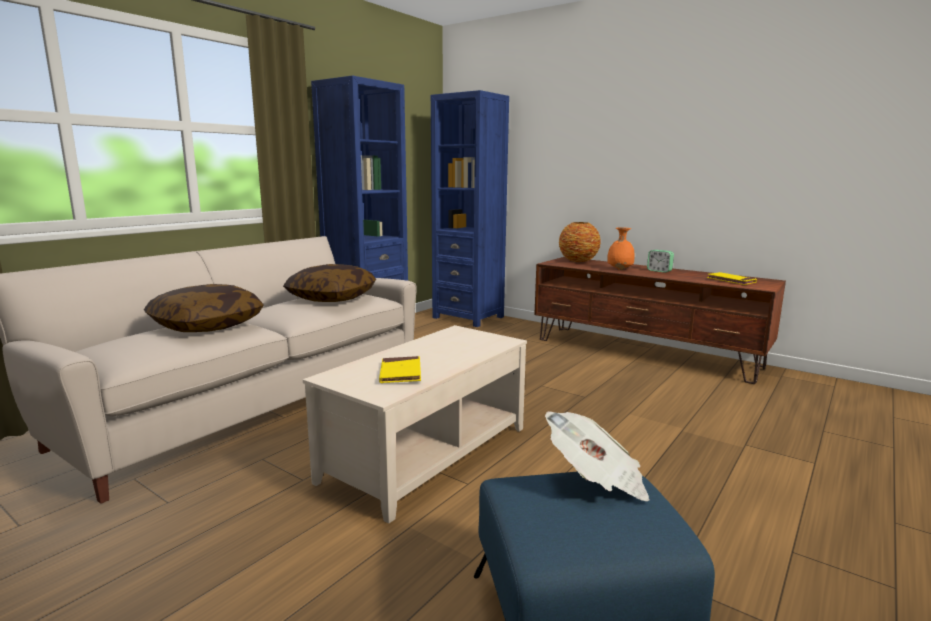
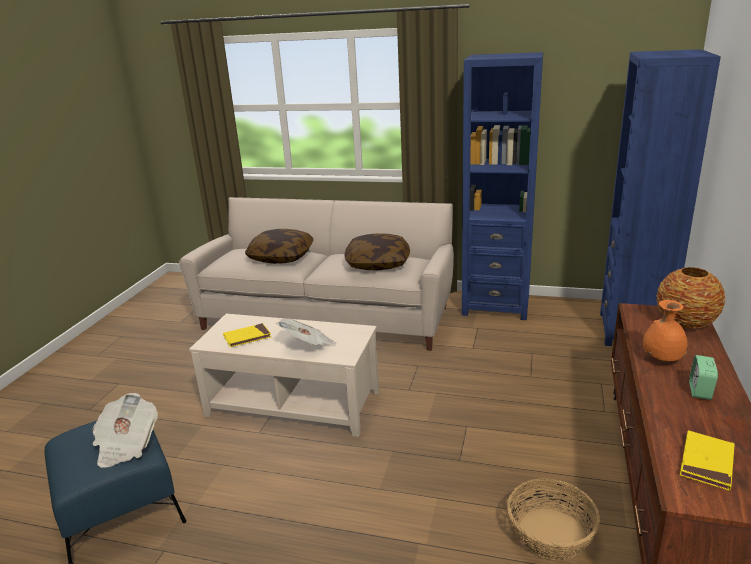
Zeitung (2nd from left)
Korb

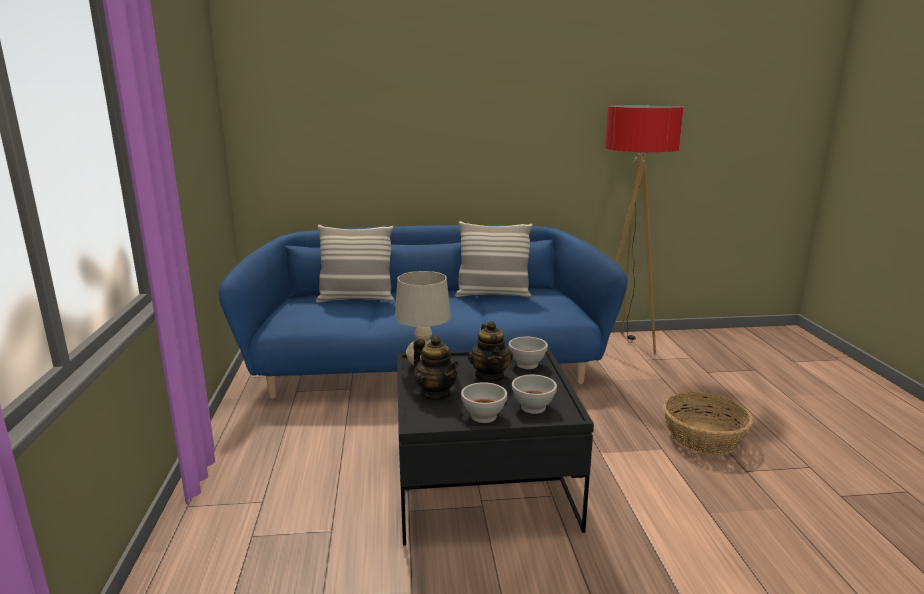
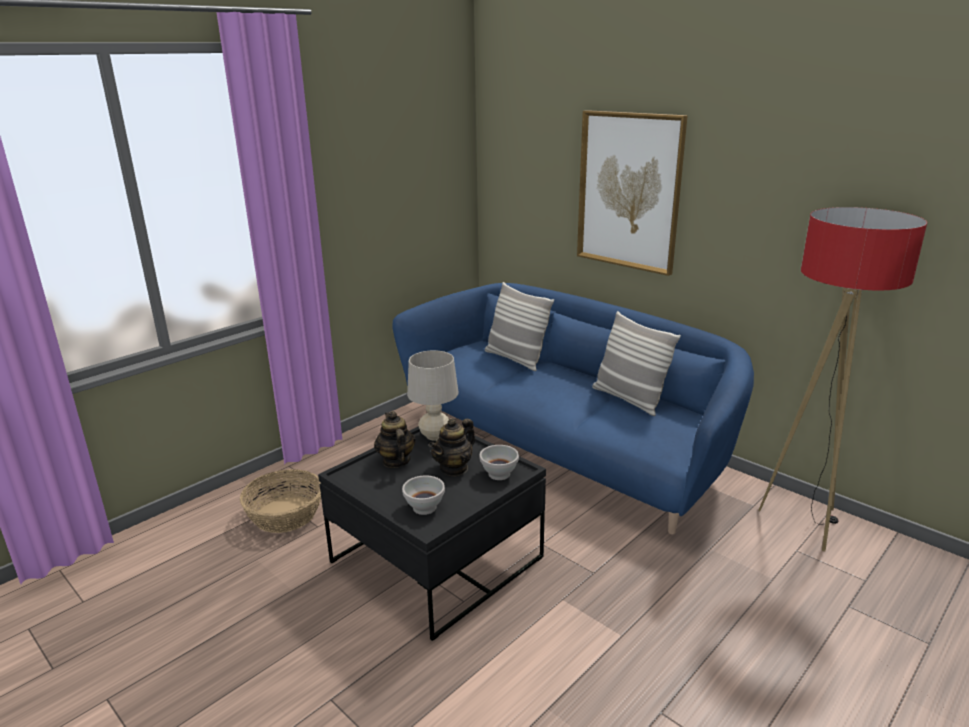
Teekanne (1st from left)
Schüssel (weiß) (1st from left in the first image)
Korb
Bild

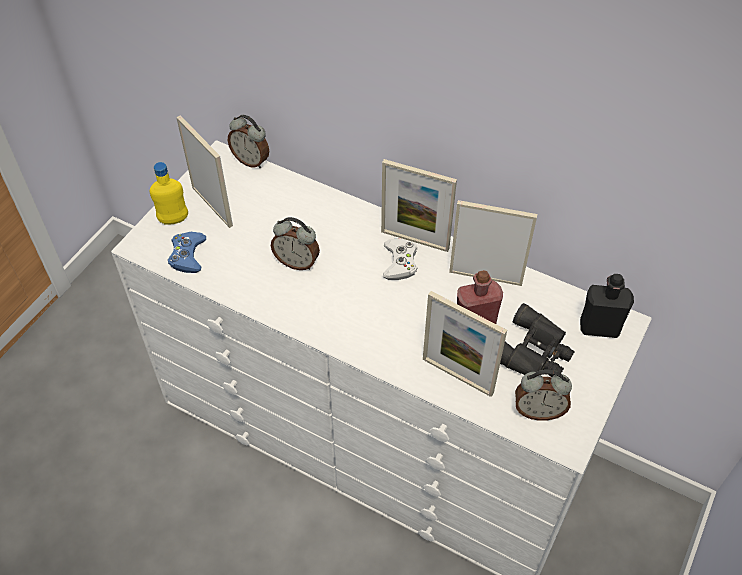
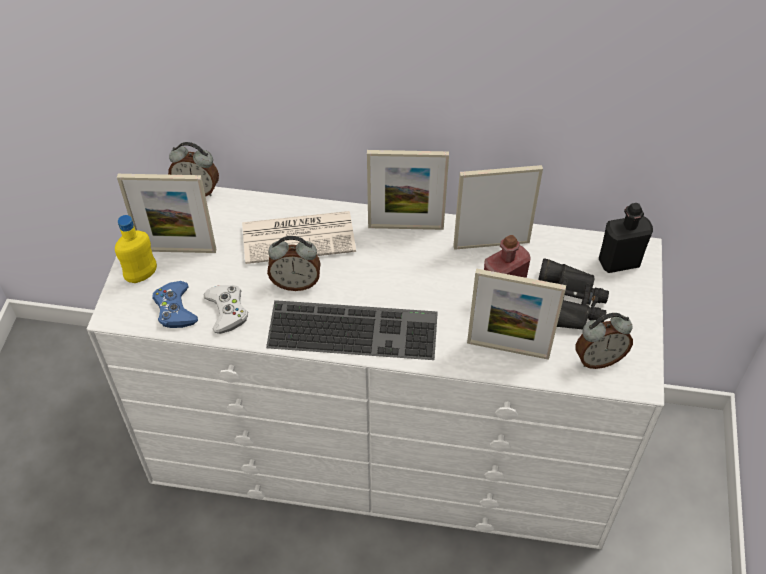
Bilderrahmen (1st from left)
Gamepad (weiß)
Zeitung
Tastatur

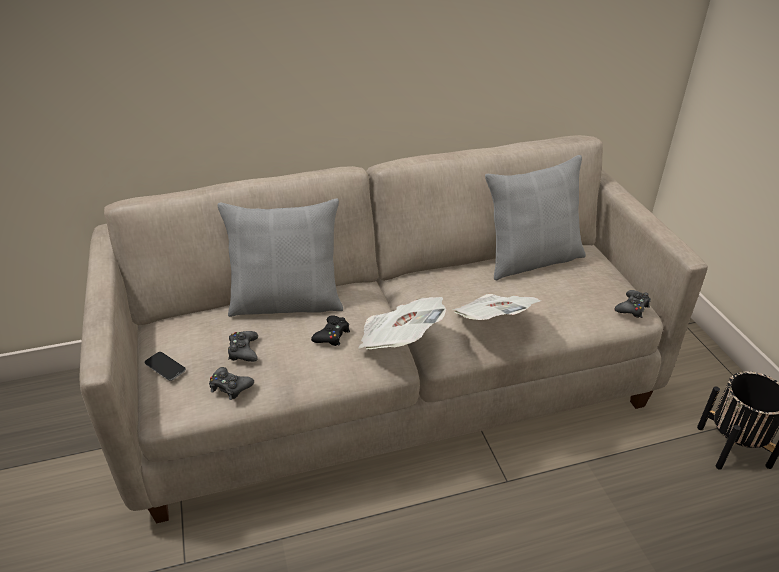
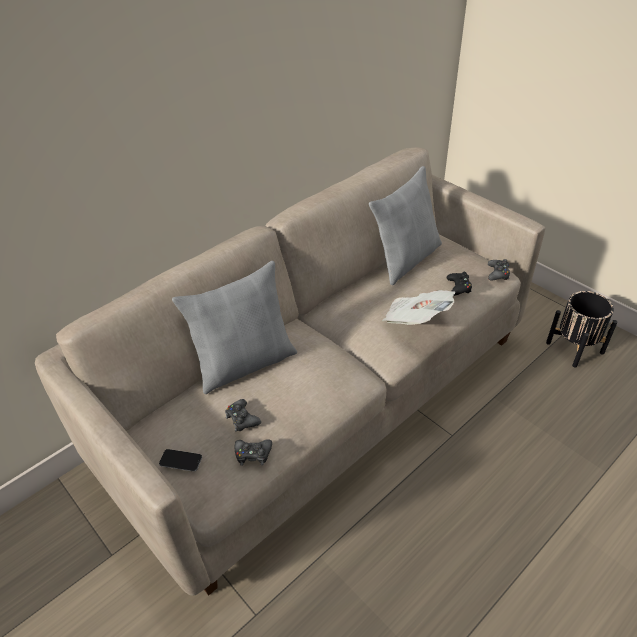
Gamepad (schwarz) (3rd from left)
Zeitung (1st from left in the first image)

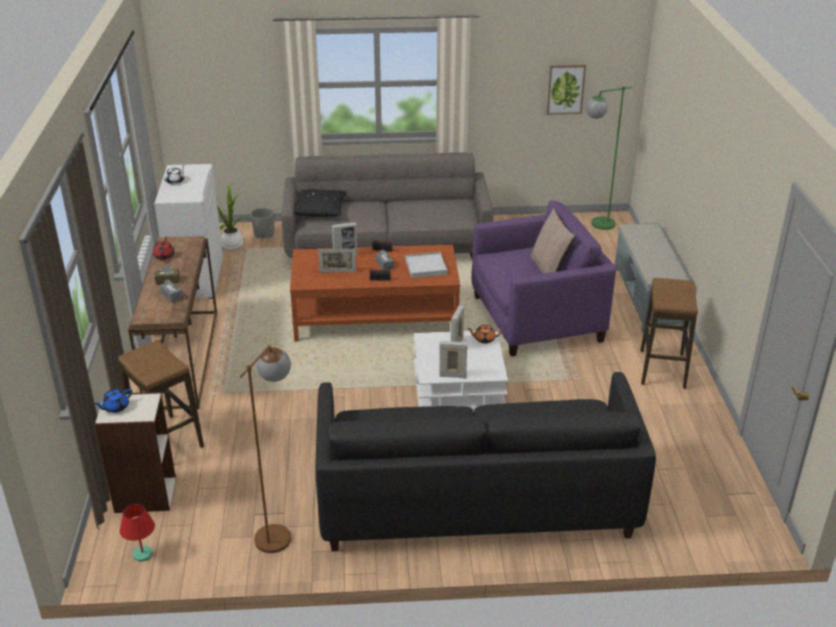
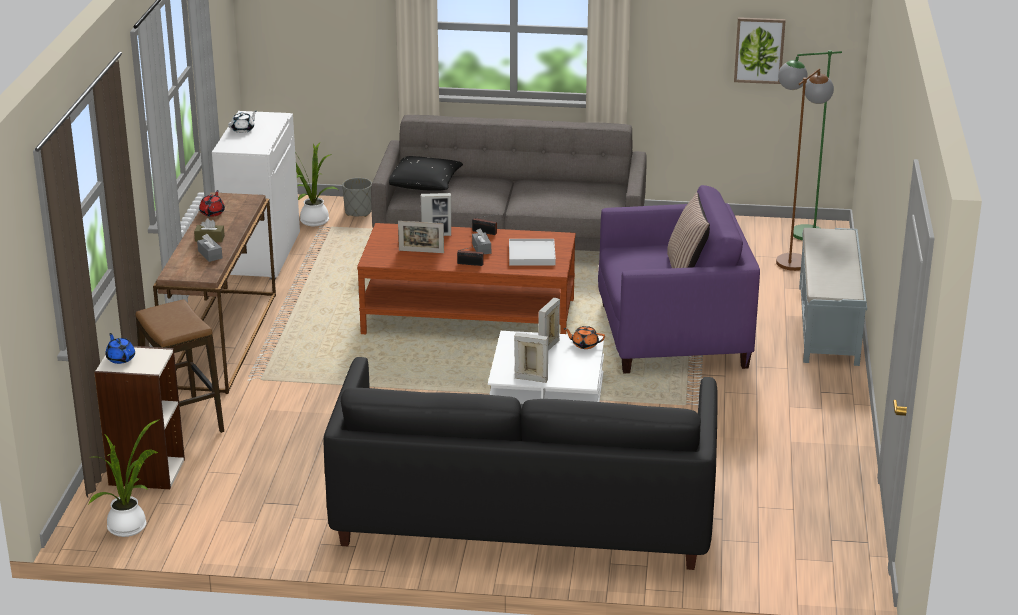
Teekanne (blau)
Topfpflanze (1st from left)
Stehlampe (braun)
Hocker (2nd from left in the first image)

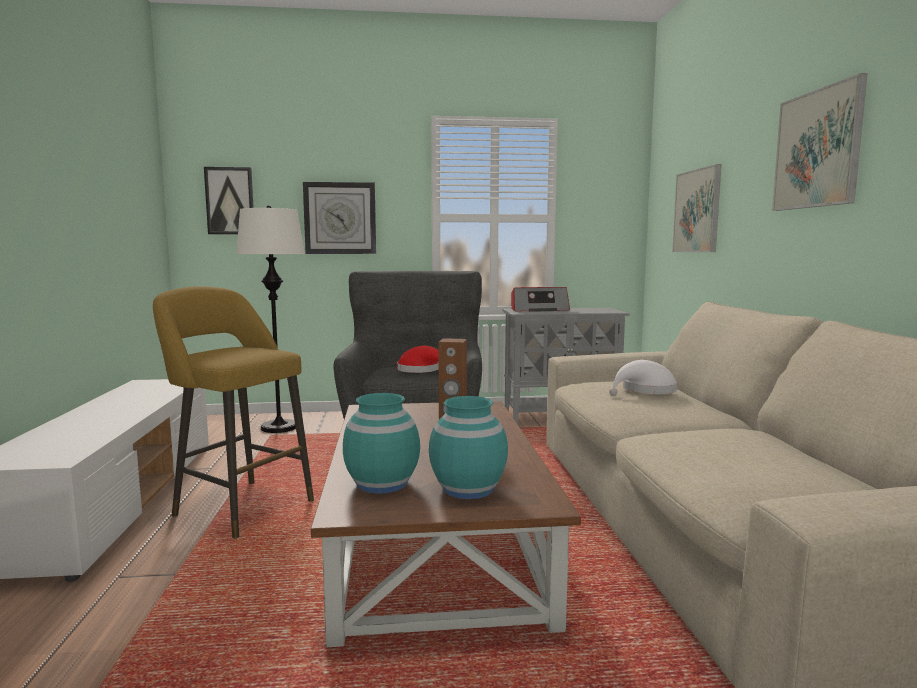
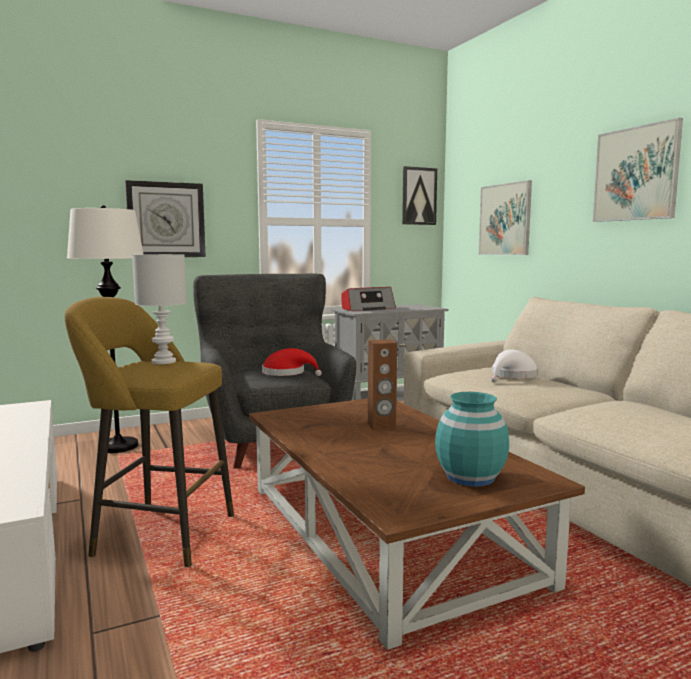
Bild (1st from left)
Vase (türkis) (1st from left in the first image)
Tischlampe (weiß)

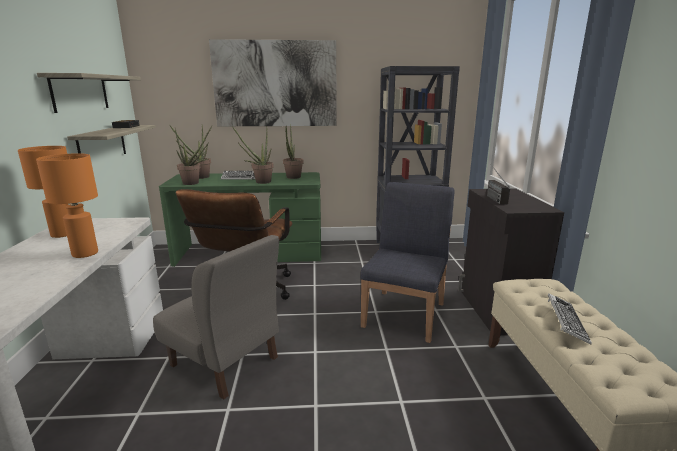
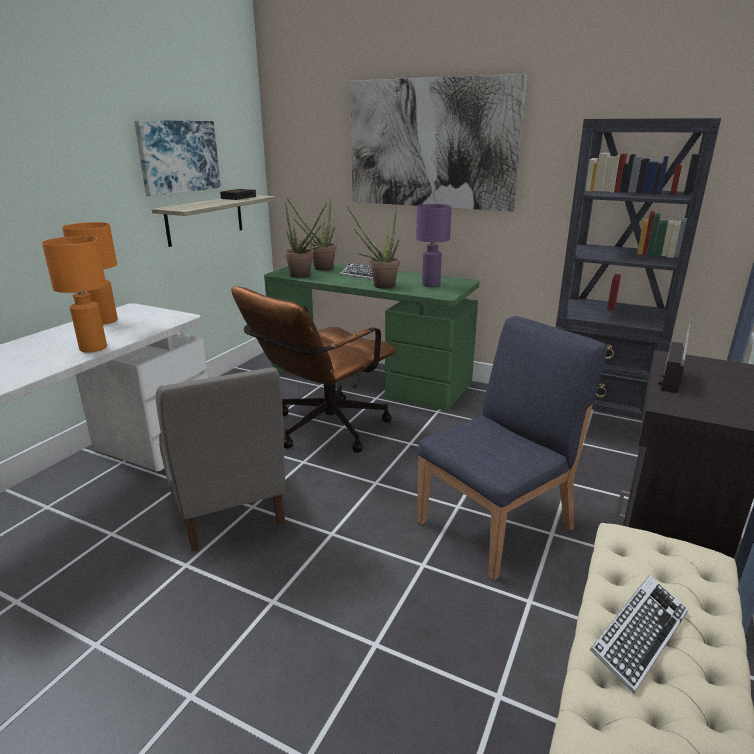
Bild (1st from left)
Tischlampe (lila)

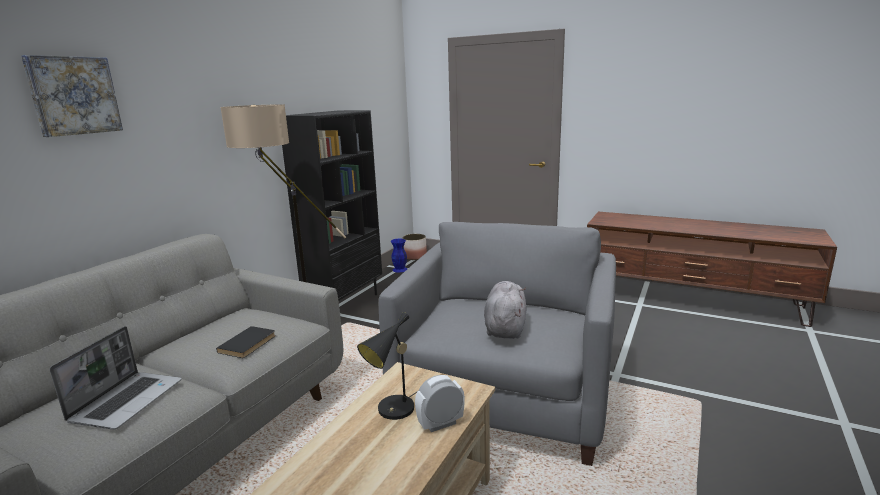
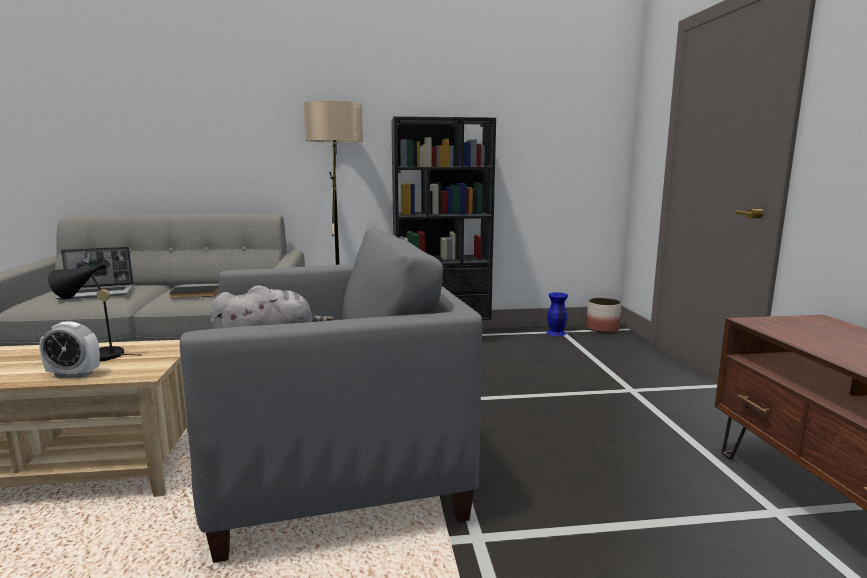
Bild
Wecker

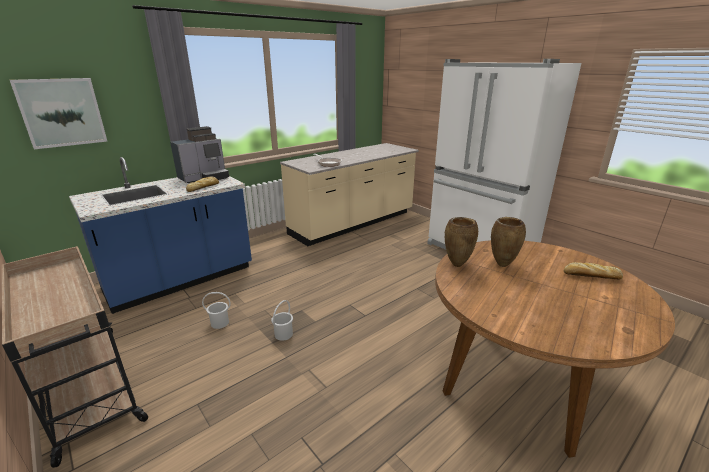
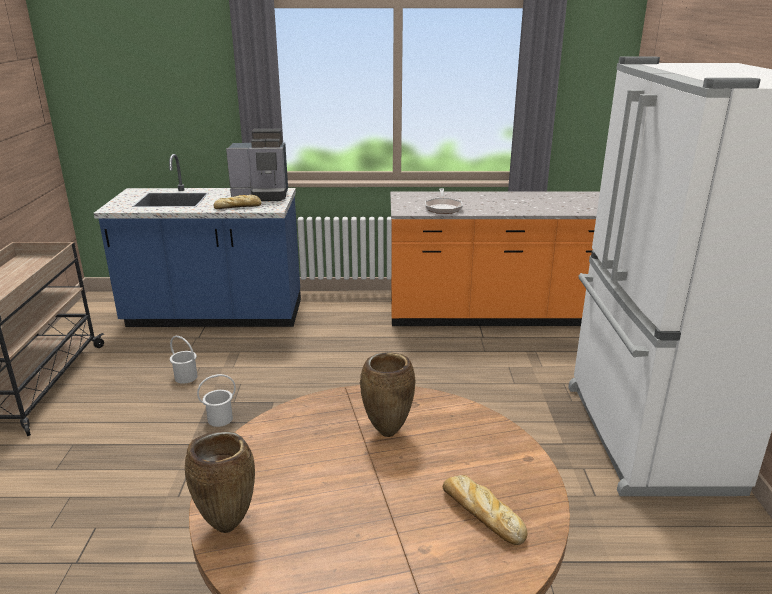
Bild
Küchenzeile (orange)
Vase (braun) (1st from left)

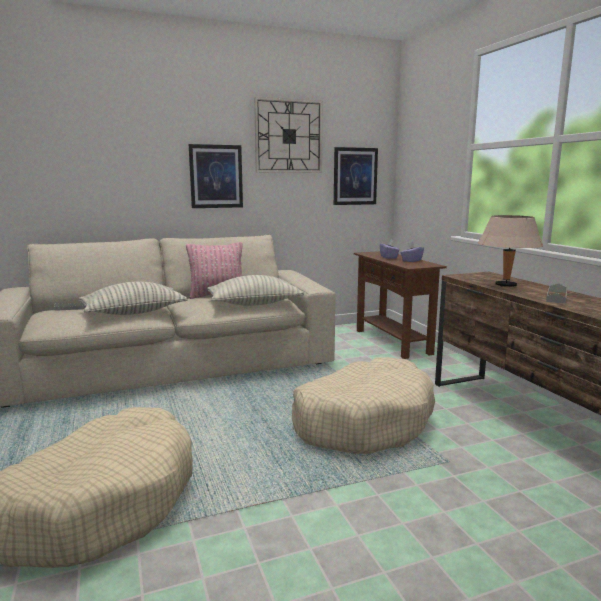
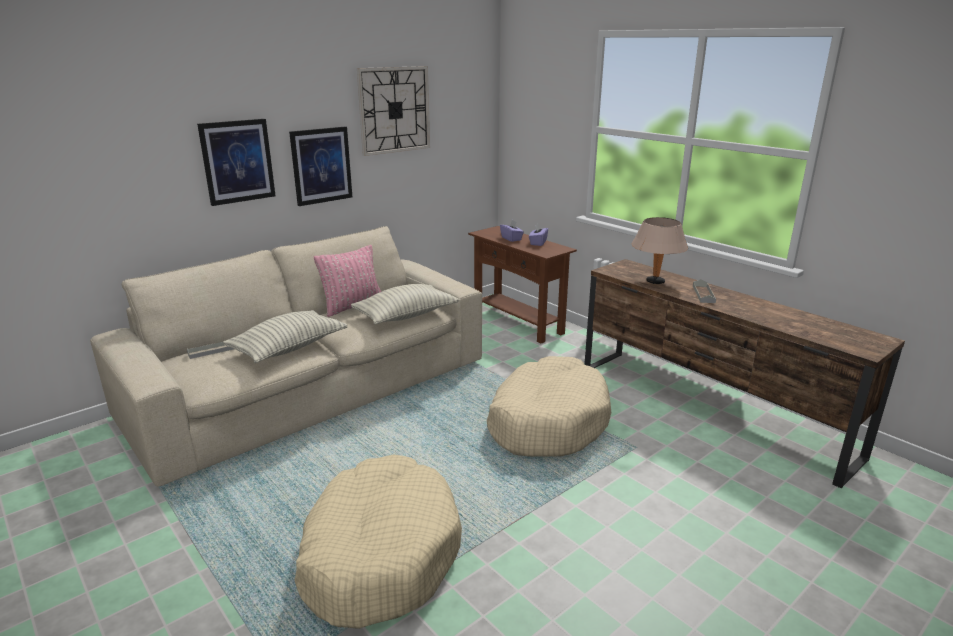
Bild (1st from left)

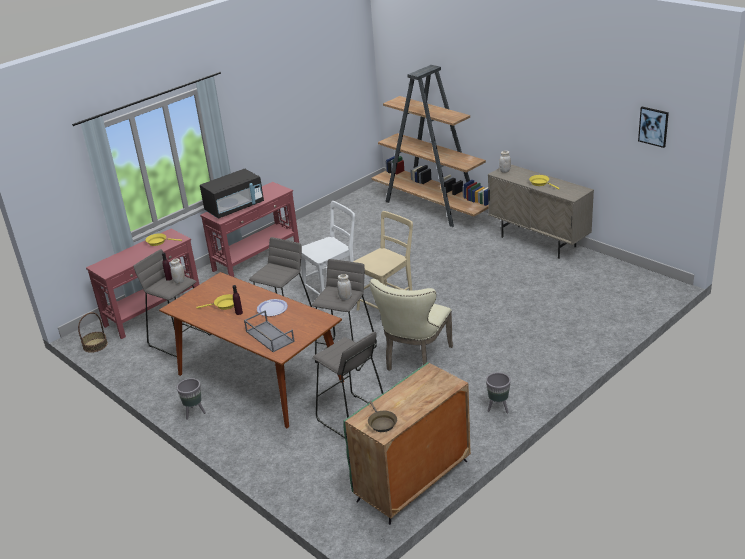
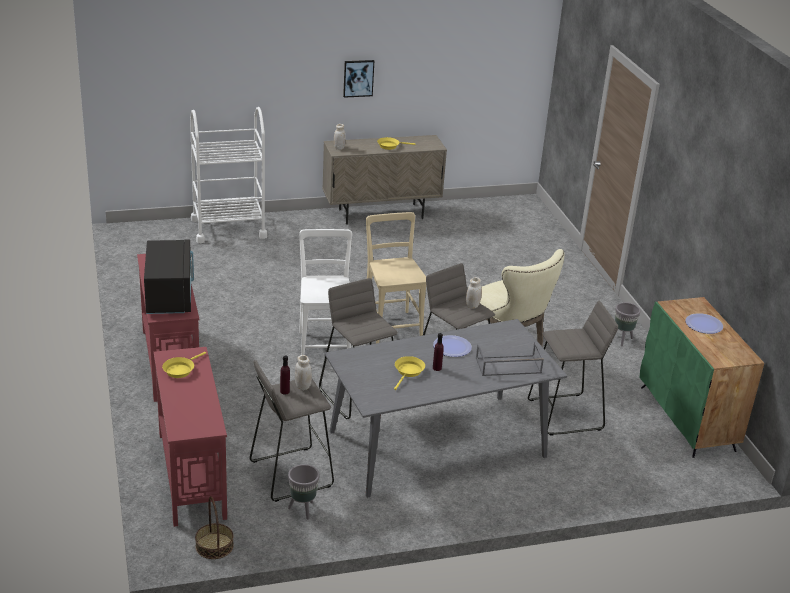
Esstisch (grau)
Pflanzkübel (grau) (1st from left)
Pfanne (braun)
Rollwagen (weiß)
Bild
Teller (2nd from left)

